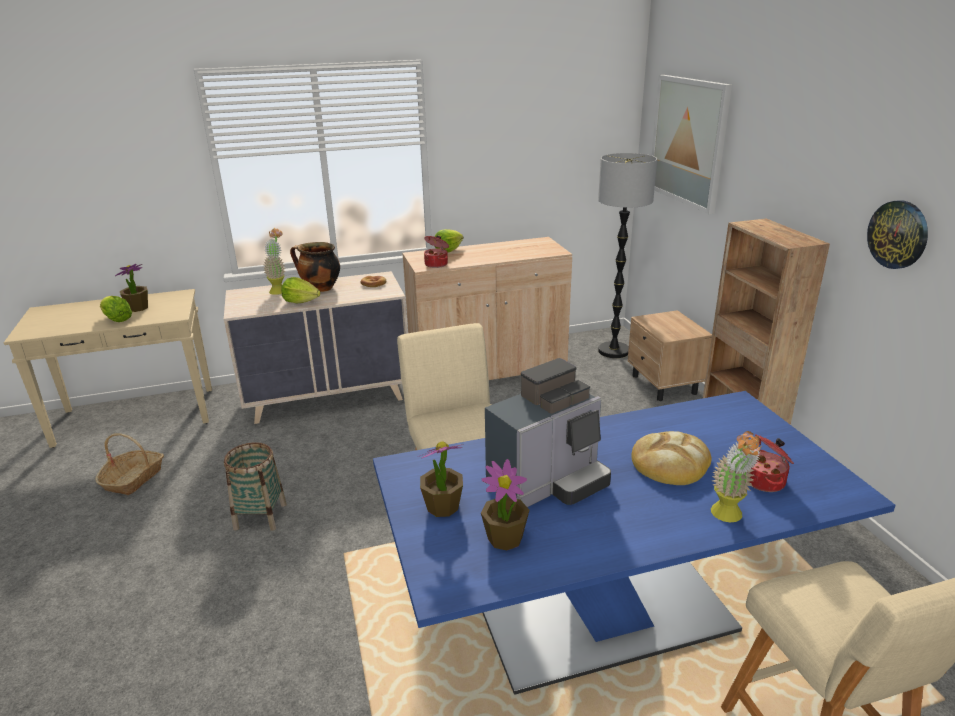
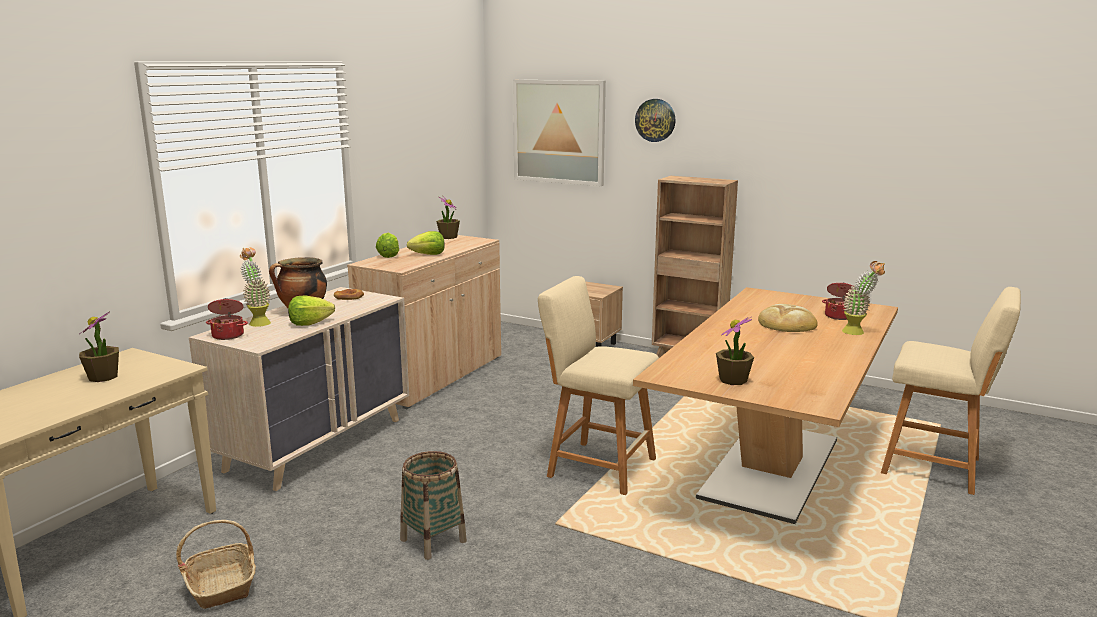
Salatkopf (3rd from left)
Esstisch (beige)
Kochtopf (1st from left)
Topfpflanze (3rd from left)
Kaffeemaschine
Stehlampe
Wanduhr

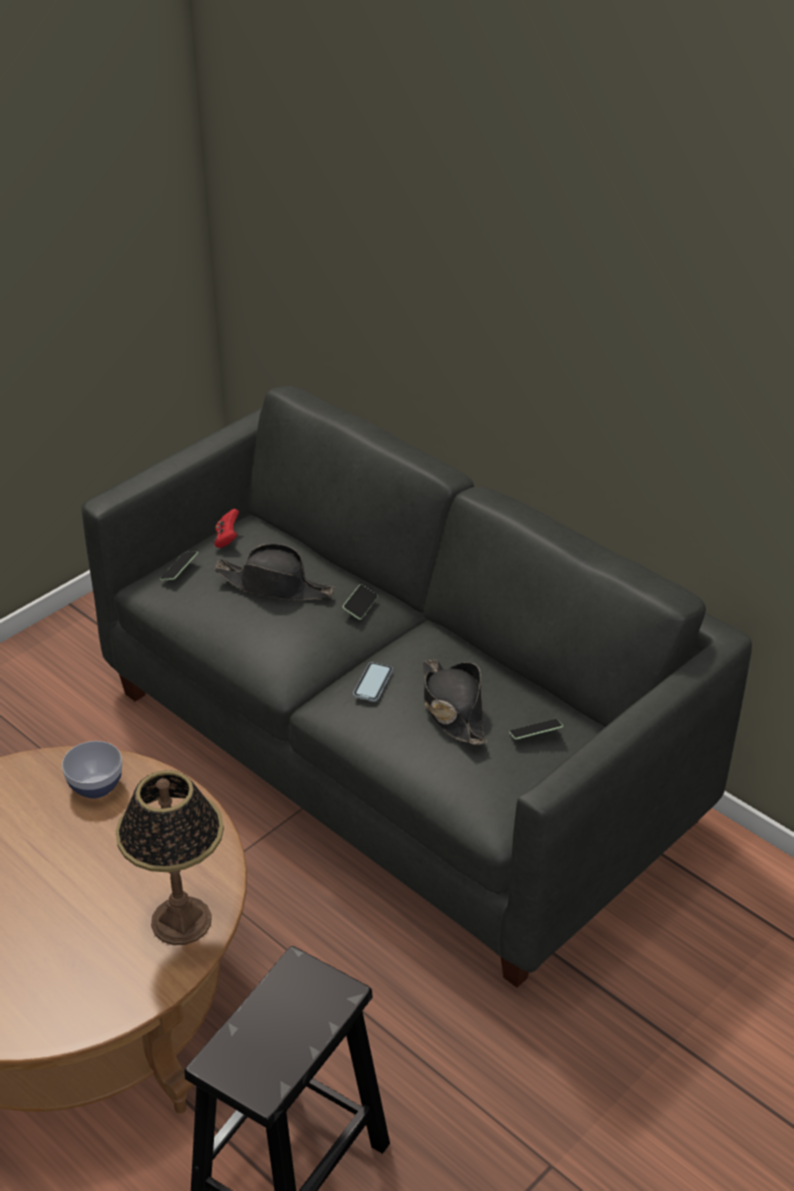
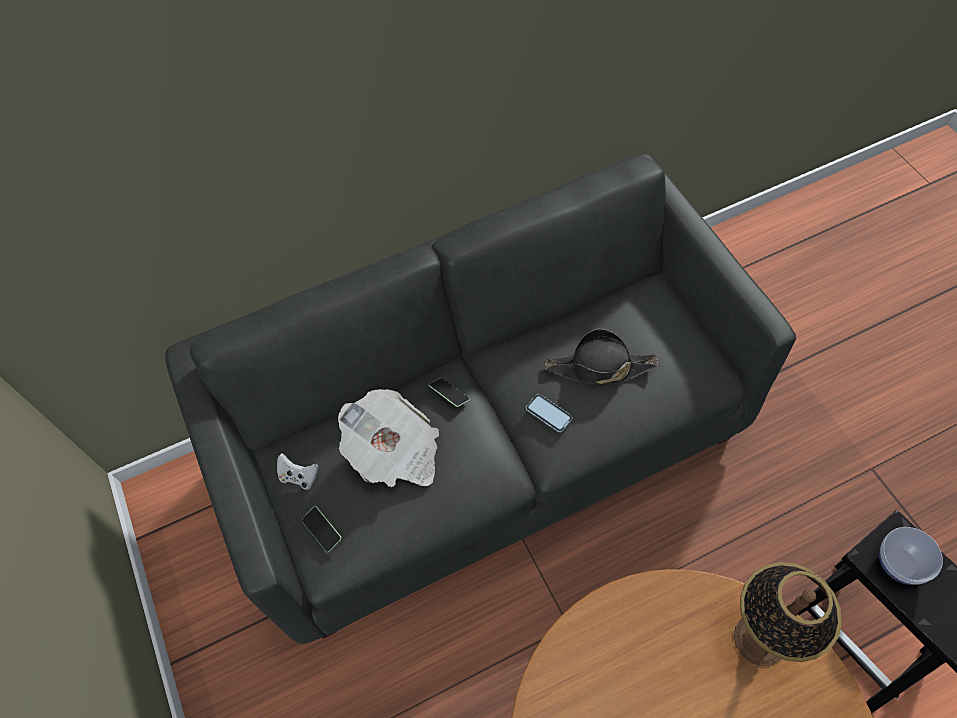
Schüssel
Gamepad (weiß)
Zeitung
Handy (4th from left in the first image)

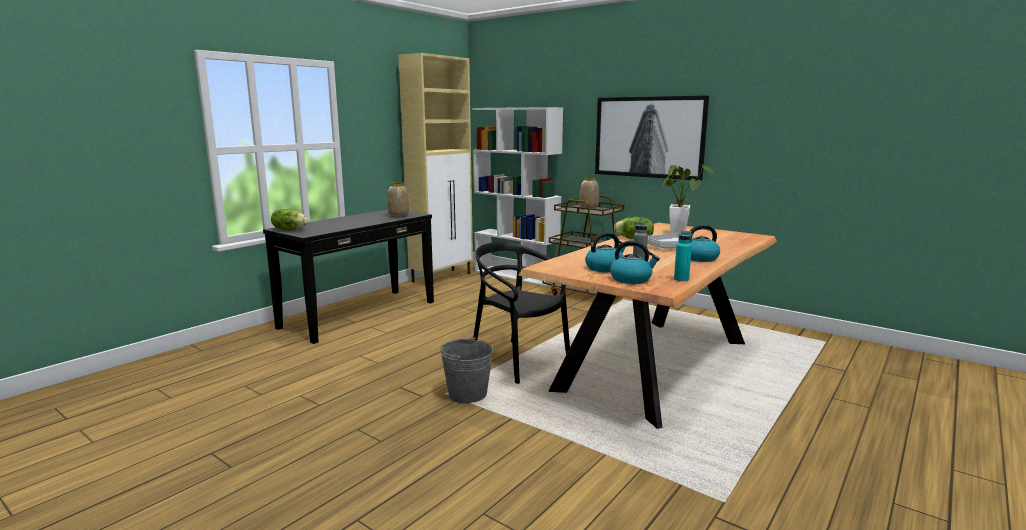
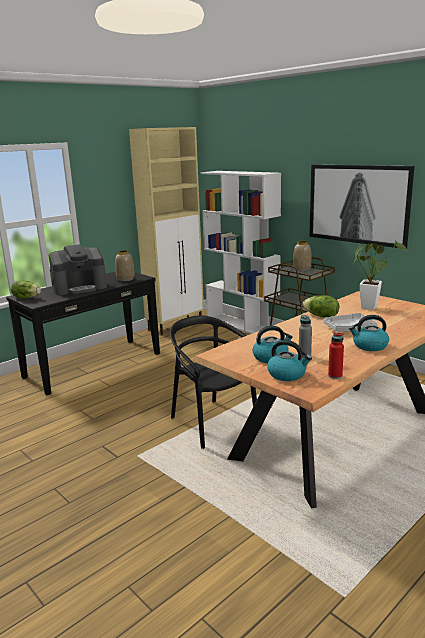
Eimer (grau)
Flasche (rot)
Kaffeemaschine

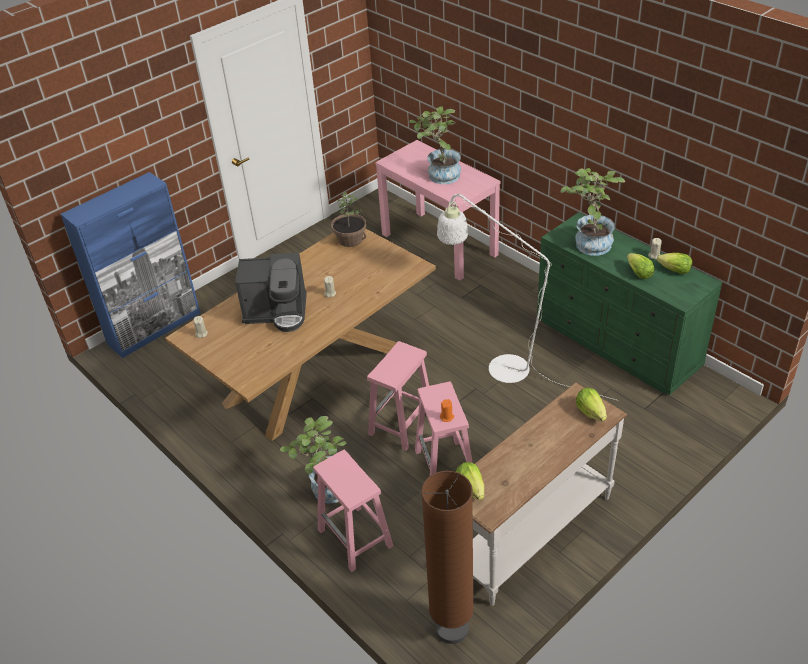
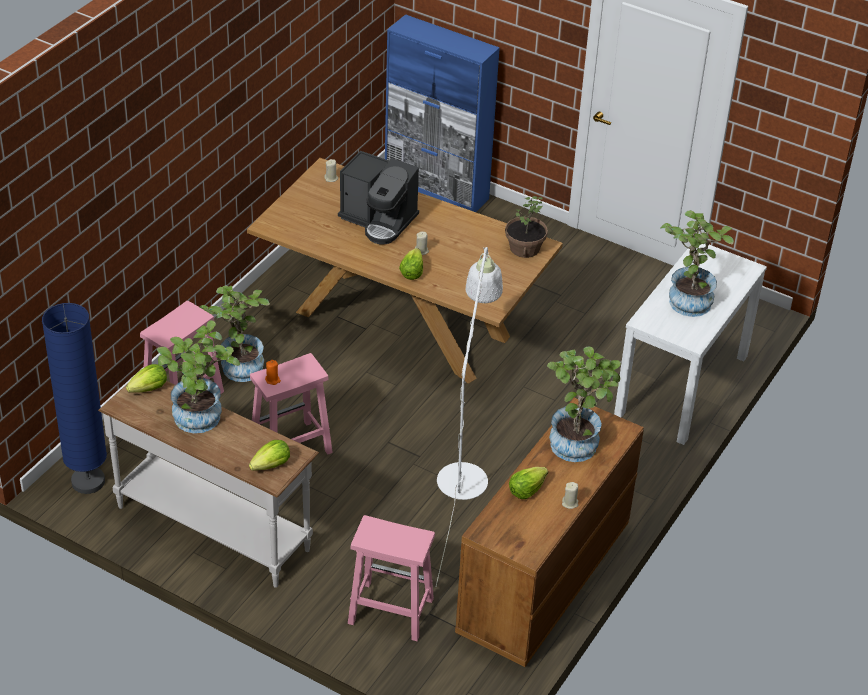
Kaffeemaschine
Hocker (rosa) (3rd from left)
Konsolentisch (weiß) (2nd from left)
Stehlampe (blau)
Kommode (braun)
Salatkopf (3rd from left)
Topfpflanze (1st from left)

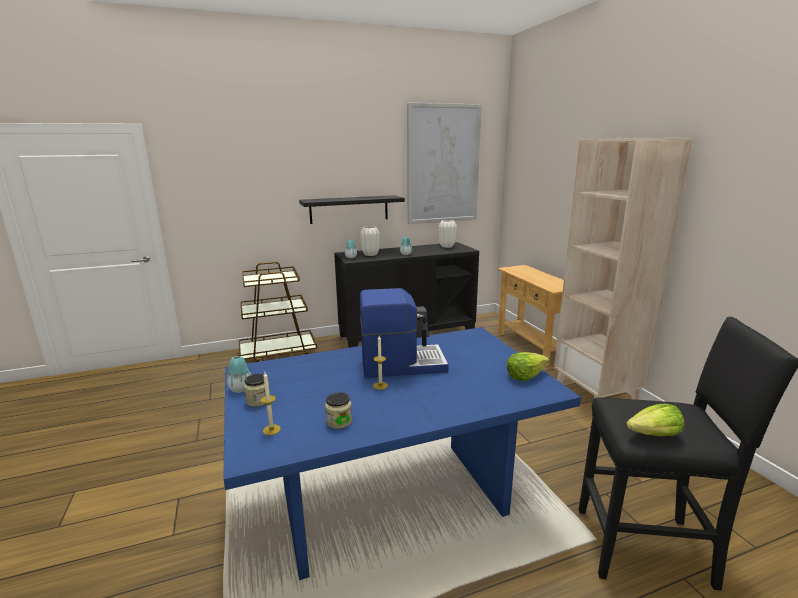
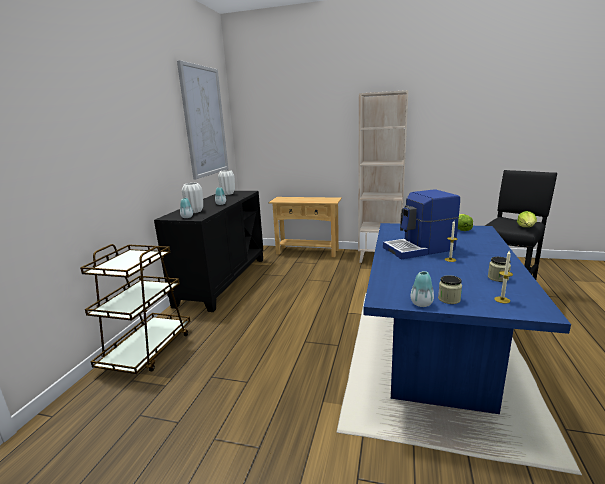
Wandregal (schwarz)
Kaffeemaschine

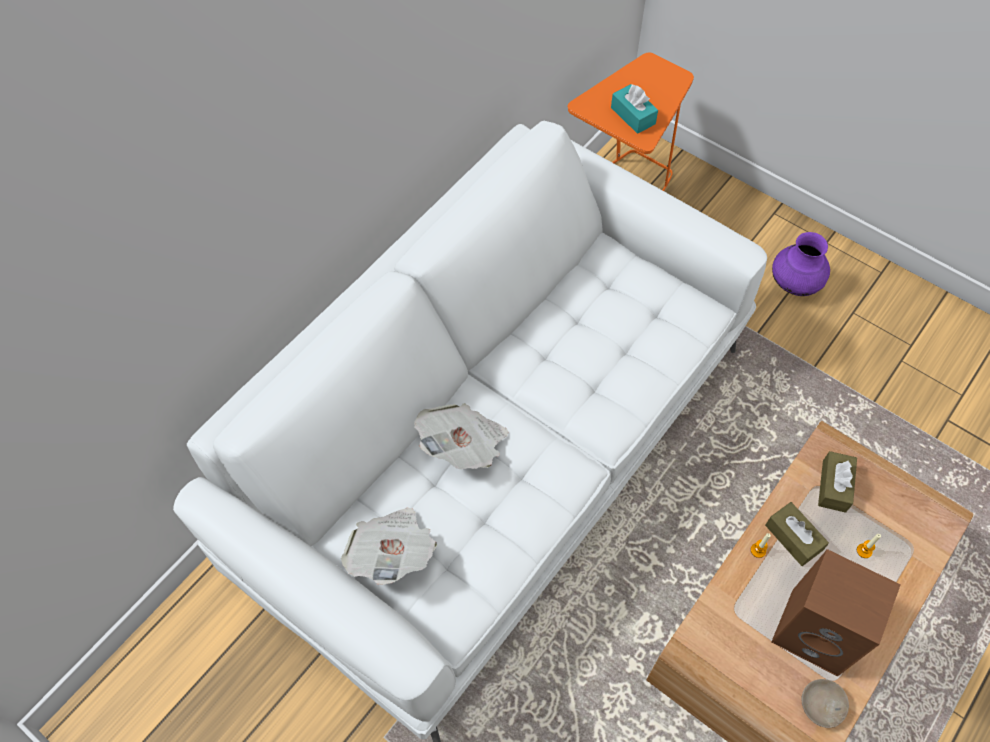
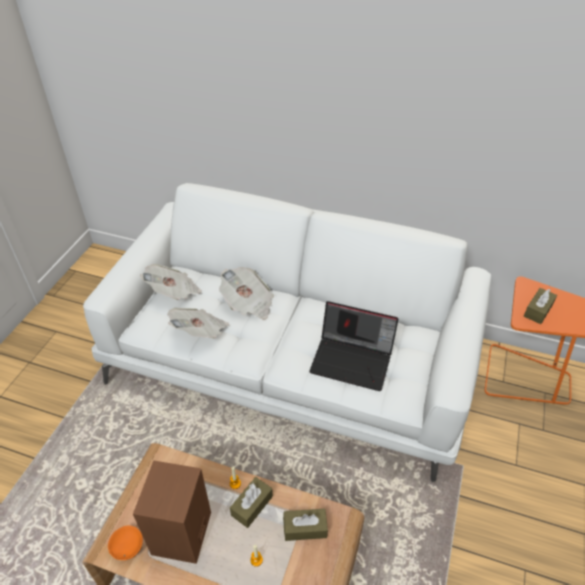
Taschentuchbox (braun) (3rd from left)
Vase (lila)
Schüssel (orange)
Zeitung (2nd from left)
Laptop

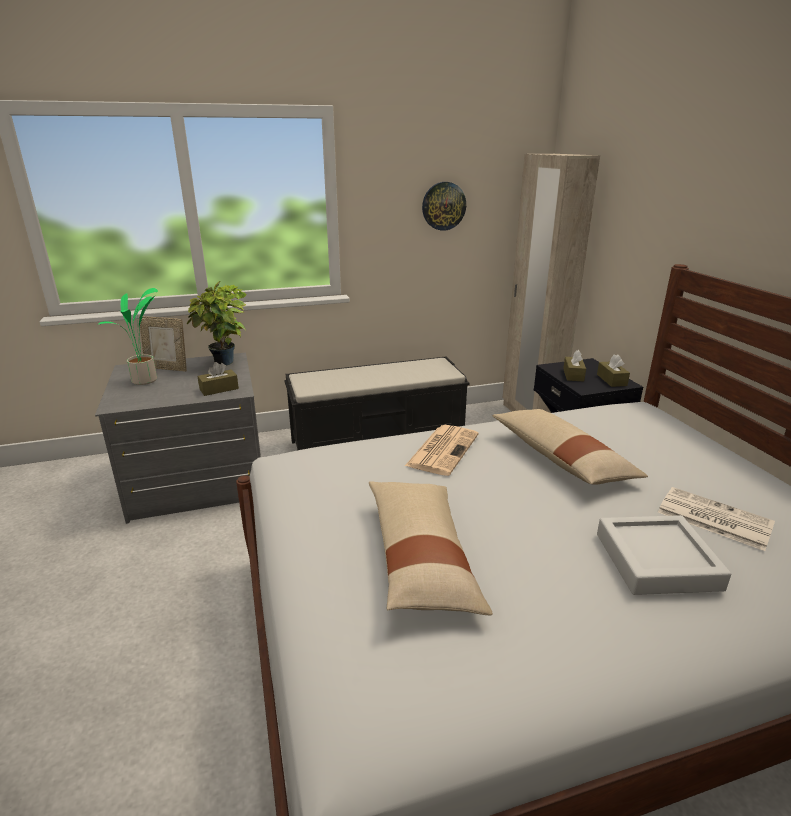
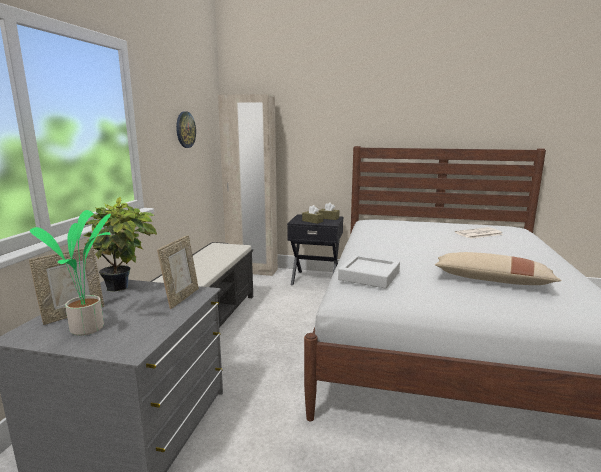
Bilderrahmen (2nd from left)
Zeitung (1st from left in the first image)
Kissen (beige) (2nd from left in the first image)
Tablett (grau)

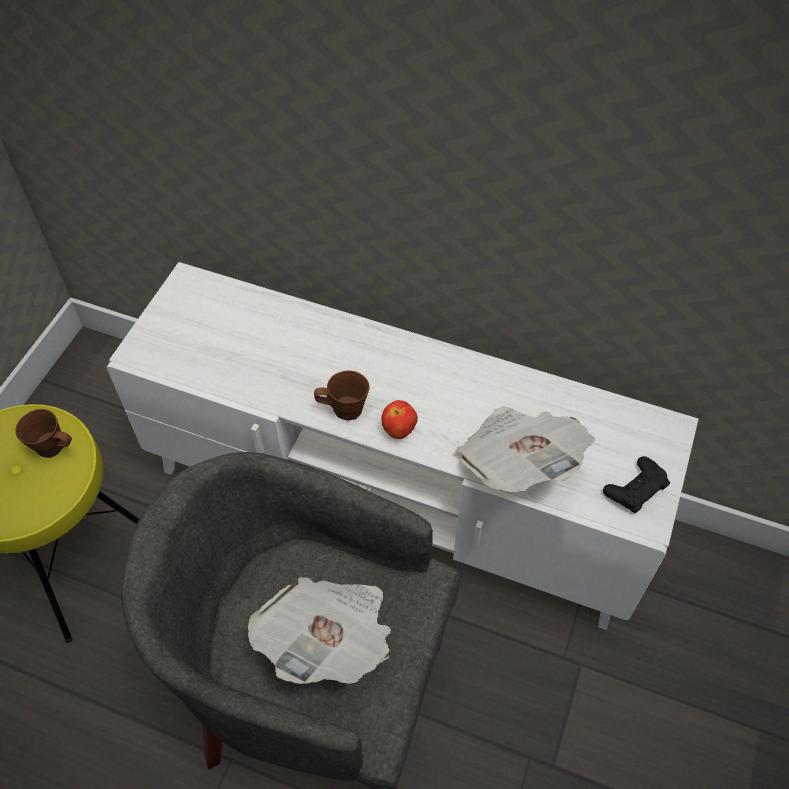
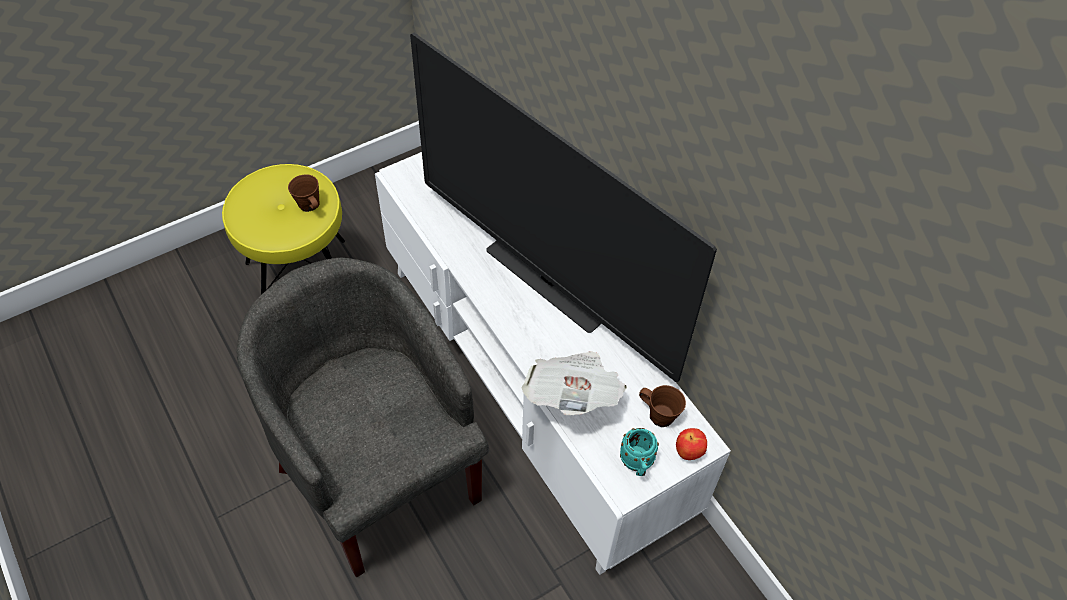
Zeitung (1st from left in the first image)
Henkelbecher (braun) (2nd from left)
Apfel
Henkelbecher (türkis)
Fernseher

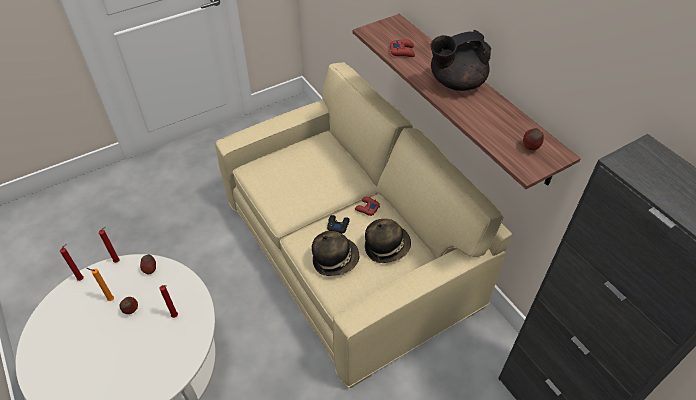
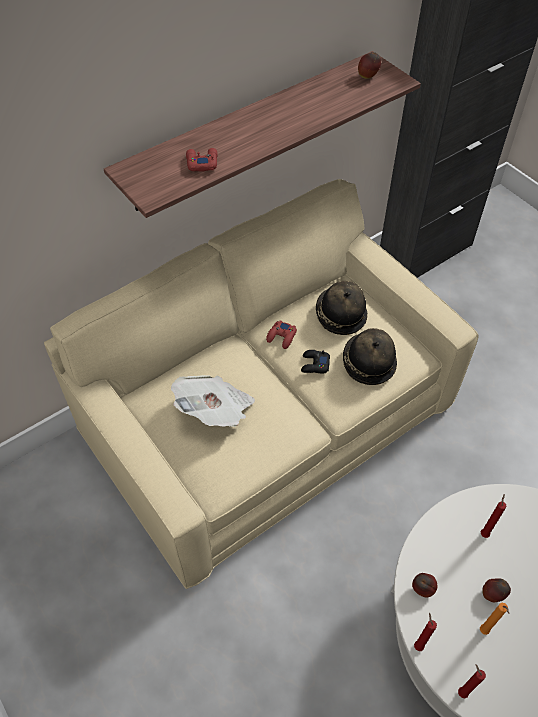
Teekanne (schwarz)
Zeitung

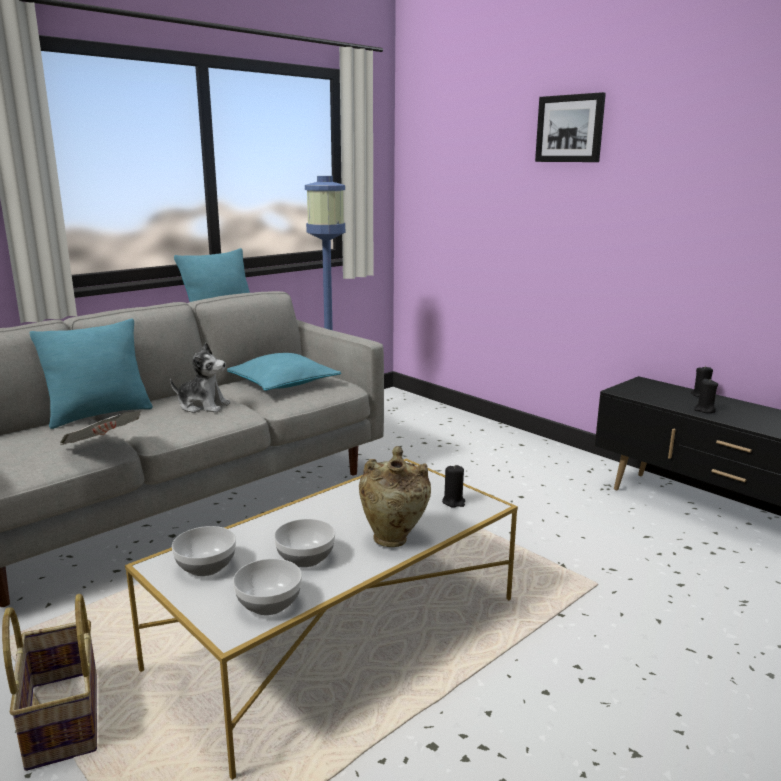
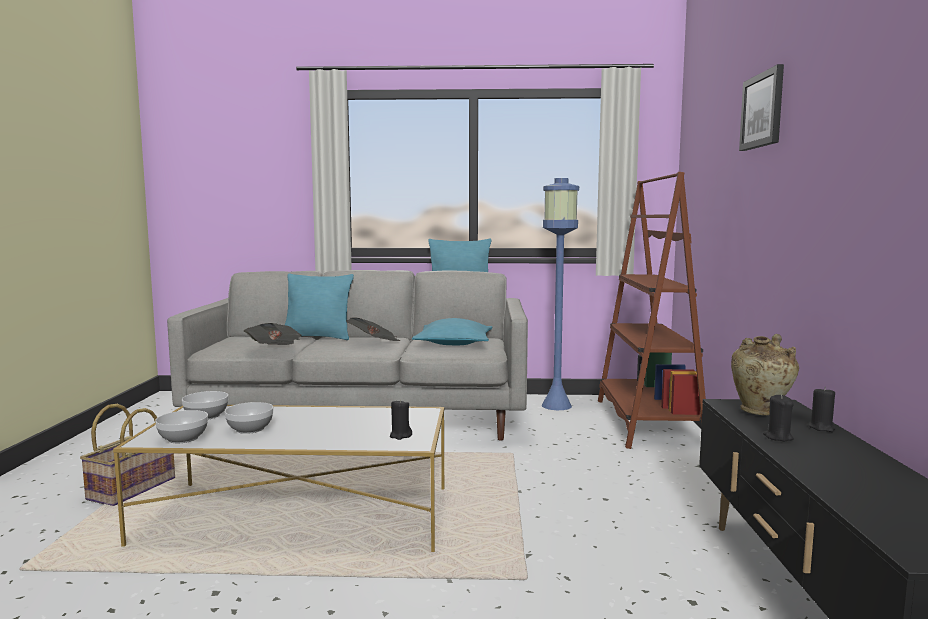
Zeitung (2nd from left)
Vase (beige)
Bücherregal (braun)

